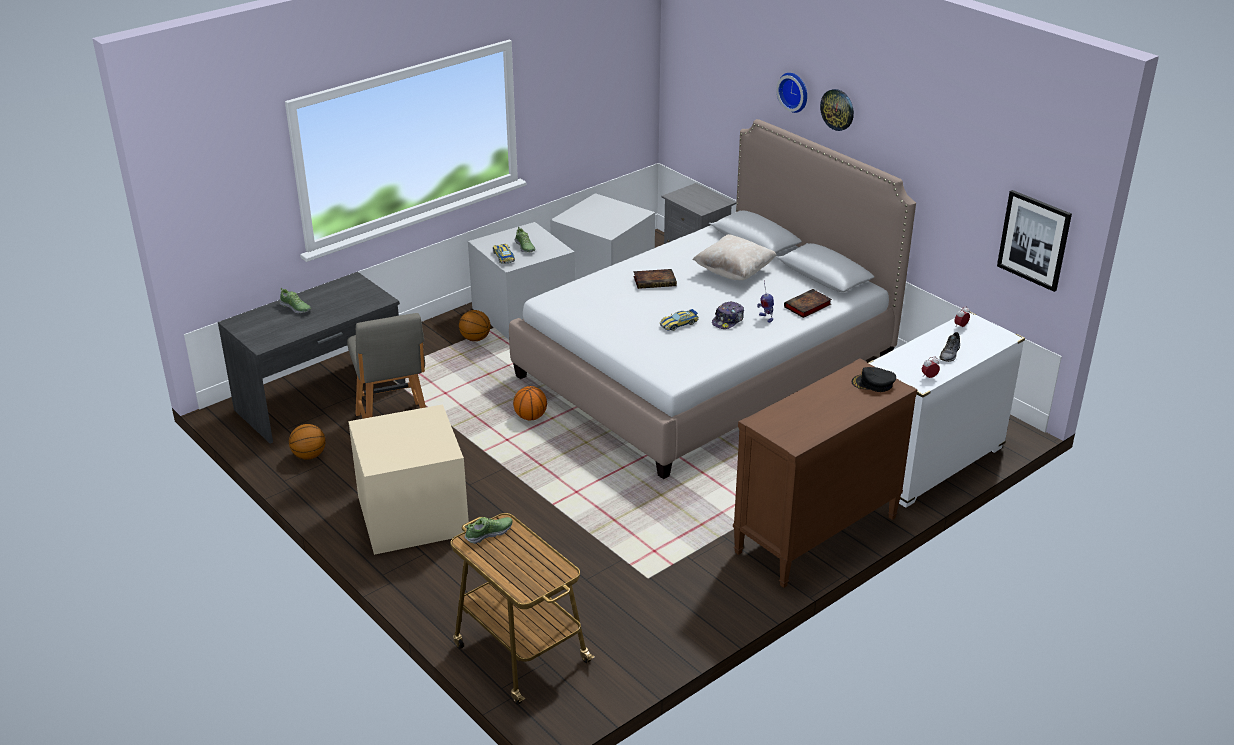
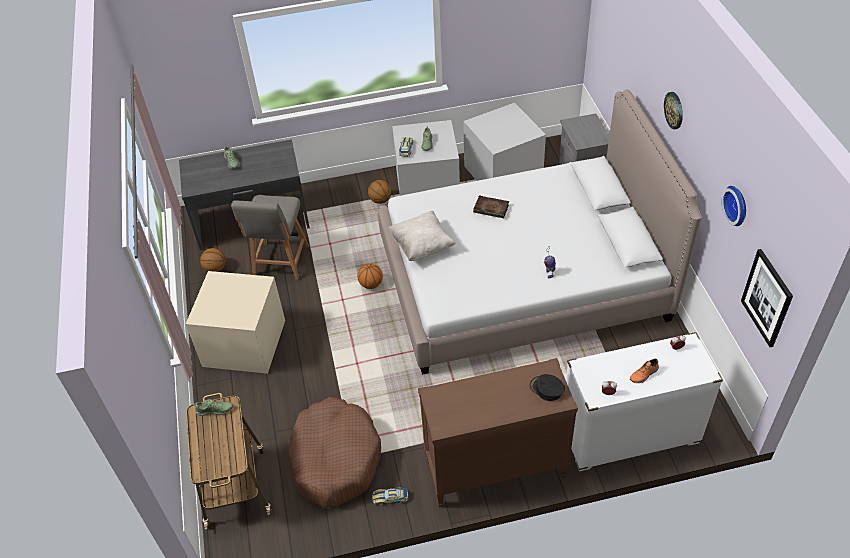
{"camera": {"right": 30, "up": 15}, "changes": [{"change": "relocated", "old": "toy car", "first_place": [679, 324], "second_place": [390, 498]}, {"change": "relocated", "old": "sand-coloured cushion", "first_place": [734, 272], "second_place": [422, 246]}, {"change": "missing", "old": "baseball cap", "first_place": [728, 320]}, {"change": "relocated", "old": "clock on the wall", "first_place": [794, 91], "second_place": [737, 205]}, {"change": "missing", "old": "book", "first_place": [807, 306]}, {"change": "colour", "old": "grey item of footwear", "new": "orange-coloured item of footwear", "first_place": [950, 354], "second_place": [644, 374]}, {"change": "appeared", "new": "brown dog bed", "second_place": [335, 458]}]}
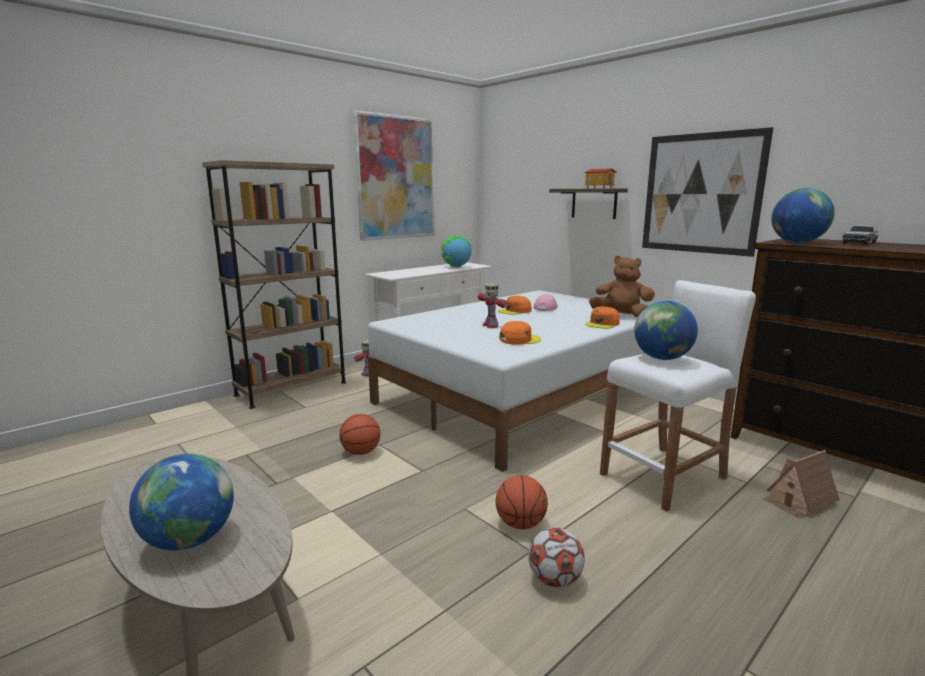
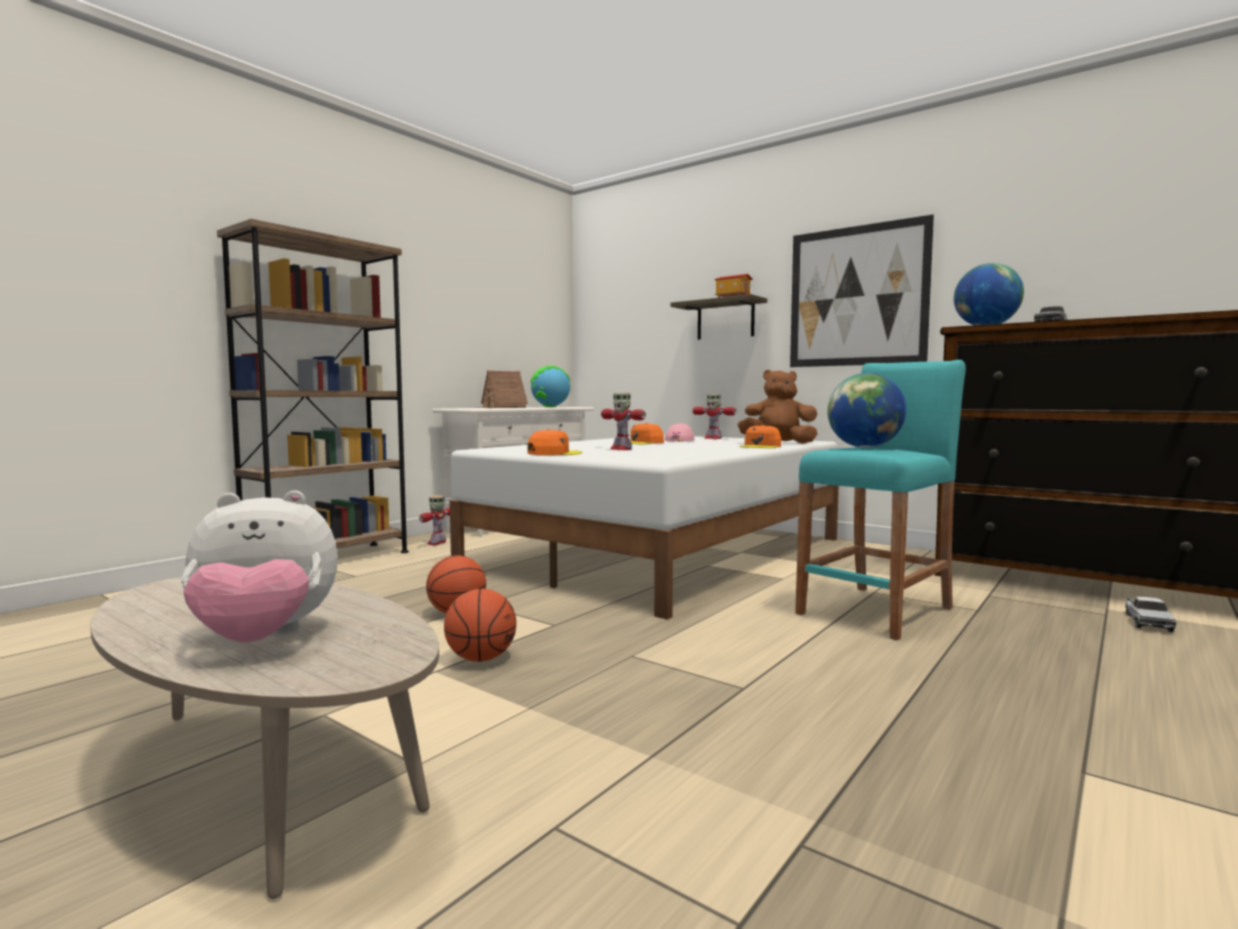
{"camera": {"right": -10, "up": -10}, "changes": [{"change": "exchanged", "old": "world globe", "new": "soft toy", "first_place": [190, 540], "second_place": [263, 640]}, {"change": "missing", "old": "wall picture", "first_place": [396, 178]}, {"change": "relocated", "old": "basketball", "first_place": [520, 524], "second_place": [480, 659]}, {"change": "relocated", "old": "orange-coloured baseball cap", "first_place": [519, 339], "second_place": [554, 453]}, {"change": "missing", "old": "ball for football", "first_place": [554, 579]}, {"change": "colour", "old": "whitish sitting stool", "new": "blue-green sitting stool", "first_place": [664, 476], "second_place": [876, 611]}, {"change": "relocated", "old": "miniature house", "first_place": [799, 501], "second_place": [502, 407]}, {"change": "appeared", "new": "robot figure", "second_place": [712, 438]}, {"change": "appeared", "new": "toy truck", "second_place": [1147, 622]}]}
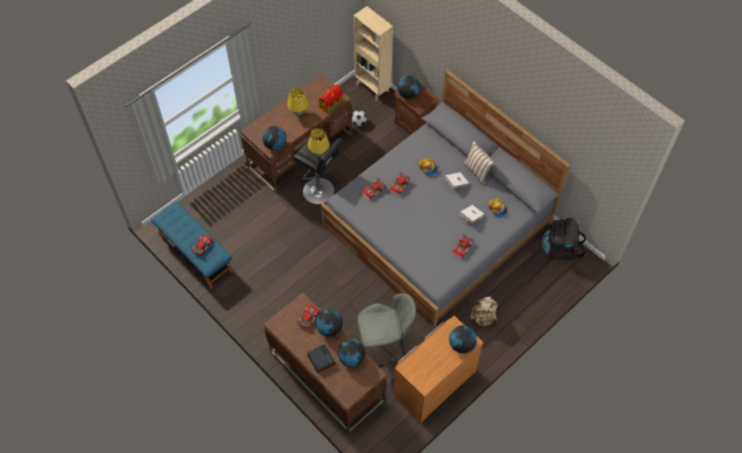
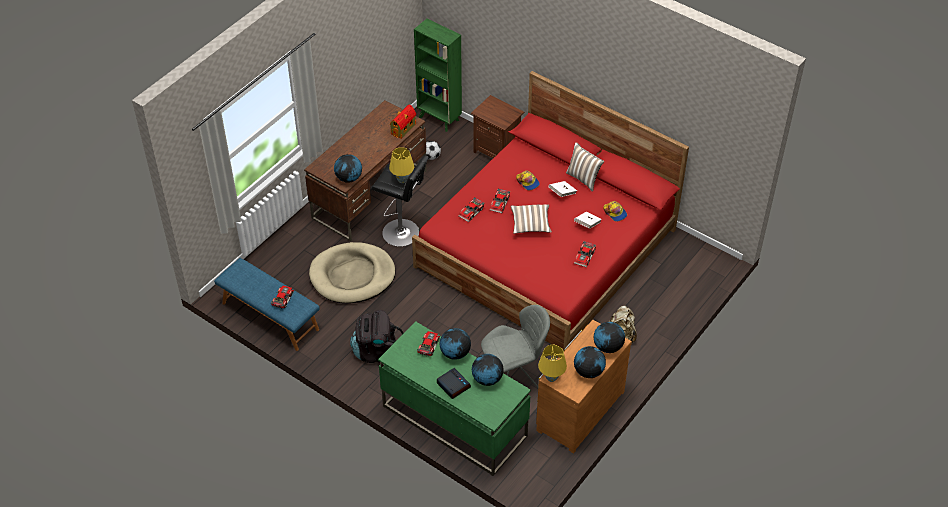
{"camera": {"right": -10, "up": -10}, "changes": [{"change": "colour", "old": "brown desk", "new": "green-coloured desk", "first_place": [326, 375], "second_place": [454, 421]}, {"change": "relocated", "old": "yellowish lamp for a table", "first_place": [299, 113], "second_place": [551, 378]}, {"change": "colour", "old": "grey sleeping bed", "new": "reddish sleeping bed", "first_place": [438, 223], "second_place": [546, 248]}, {"change": "colour", "old": "sand-coloured bookcase", "new": "green-coloured bookcase", "first_place": [372, 88], "second_place": [439, 119]}, {"change": "relocated", "old": "world globe", "first_place": [408, 94], "second_place": [588, 371]}, {"change": "relocated", "old": "blackish knapsack", "first_place": [560, 249], "second_place": [376, 351]}, {"change": "appeared", "new": "sand-coloured dog bed", "second_place": [352, 275]}, {"change": "appeared", "new": "cushion", "second_place": [530, 224]}]}
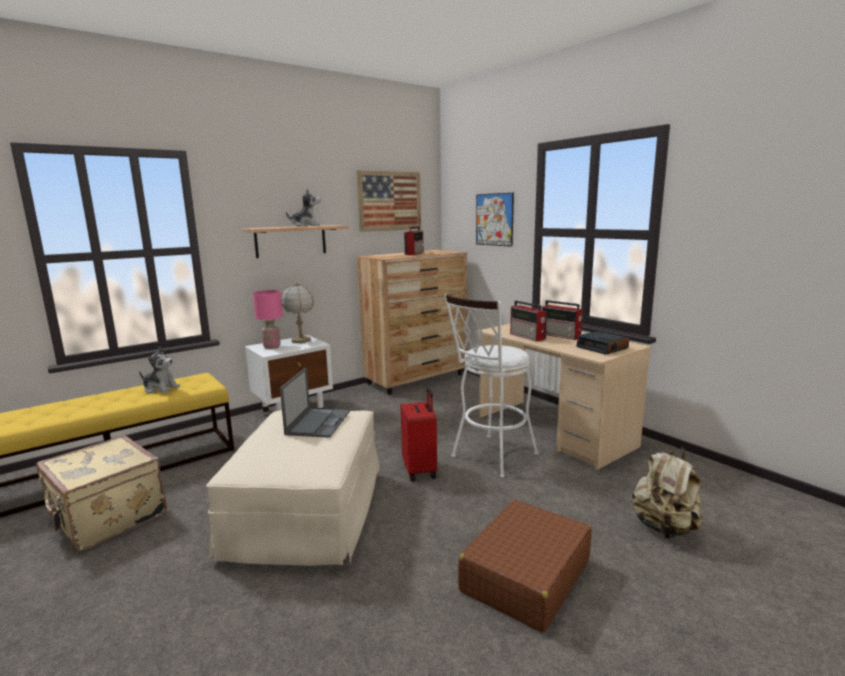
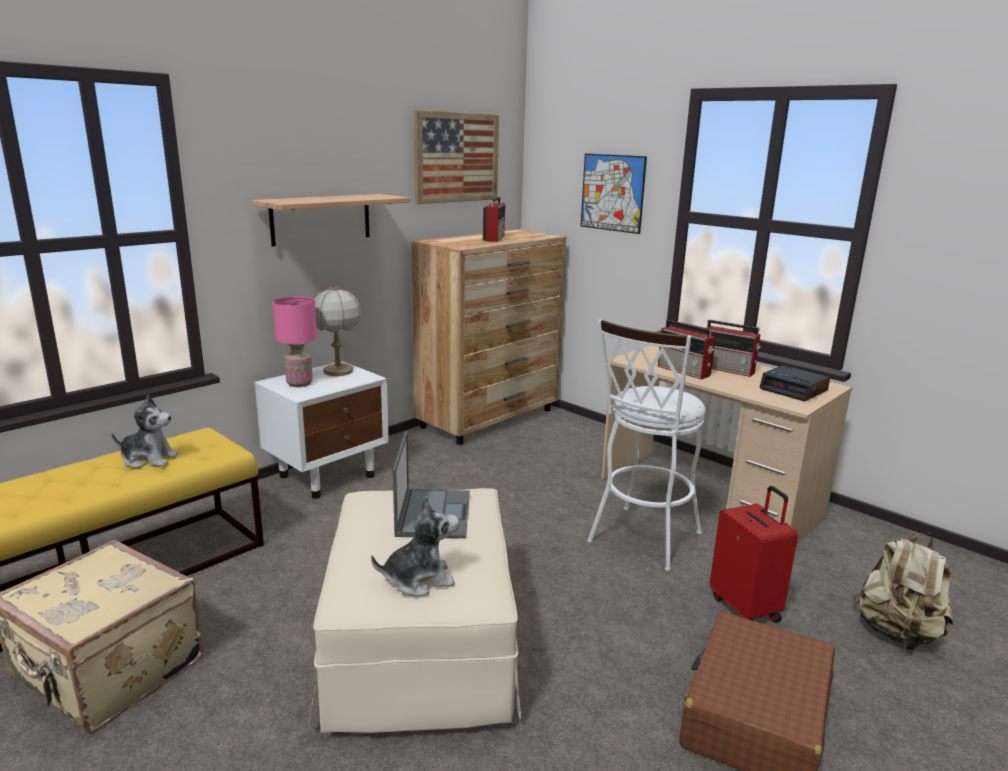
{"camera": {"right": -10, "up": 5}, "changes": [{"change": "relocated", "old": "soft toy", "first_place": [306, 226], "second_place": [419, 579]}, {"change": "relocated", "old": "reddish suitcase", "first_place": [420, 470], "second_place": [746, 608]}]}
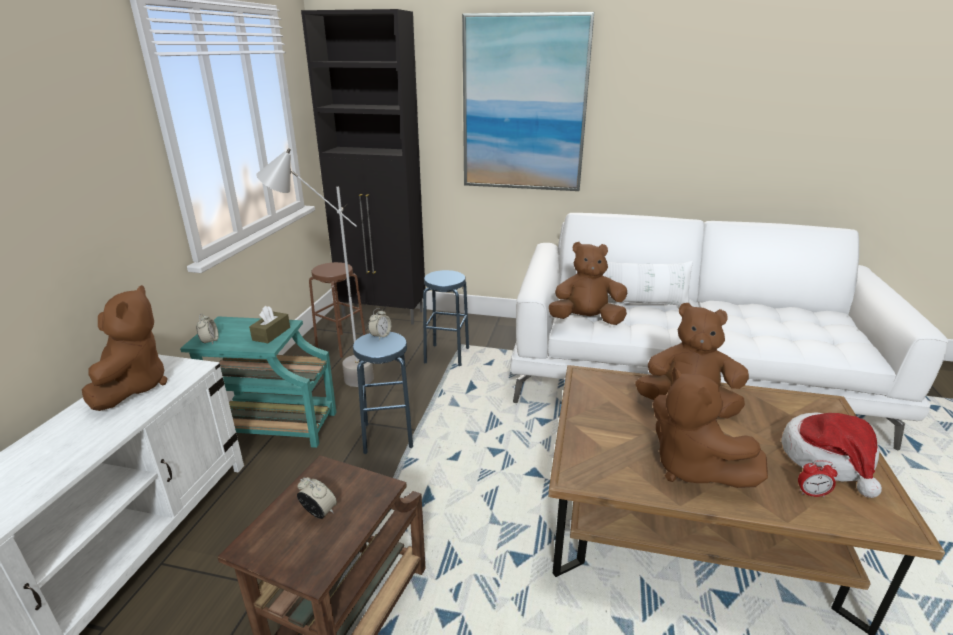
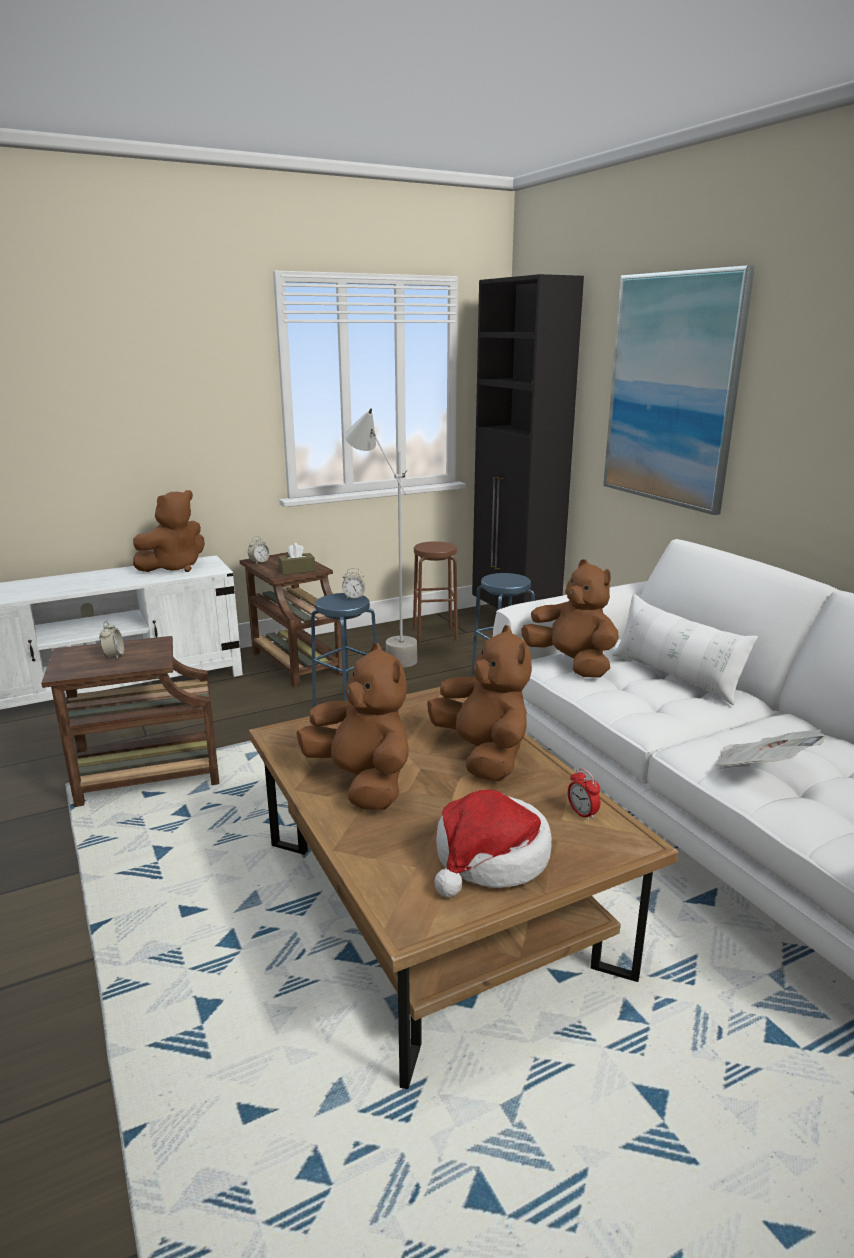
{"camera": {"right": 50, "up": -5}, "changes": [{"change": "colour", "old": "blue-green accent table", "new": "brown accent table", "first_place": [273, 426], "second_place": [295, 662]}, {"change": "spun", "old": "brown soft toy", "first_place": [691, 468], "second_place": [362, 782], "degrees": 120}, {"change": "relocated", "old": "alarm clock", "first_place": [811, 493], "second_place": [582, 813]}, {"change": "appeared", "new": "printed paper", "second_place": [762, 770]}]}
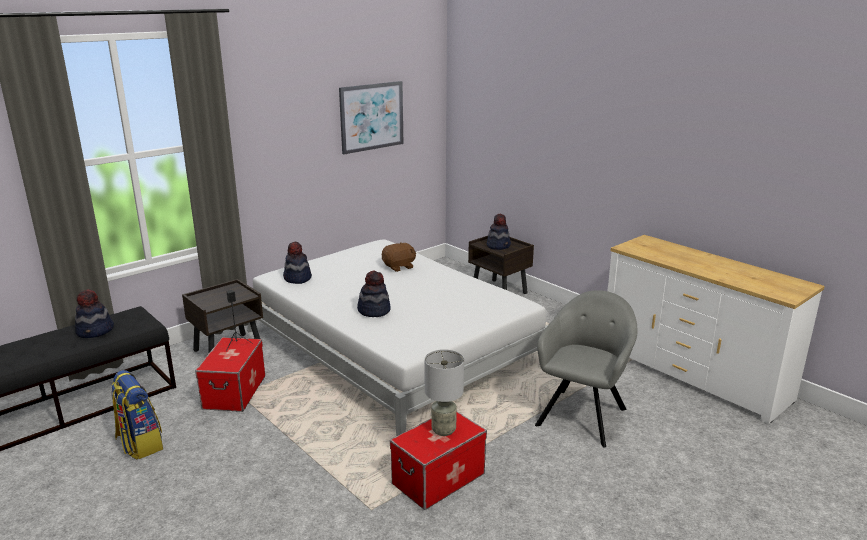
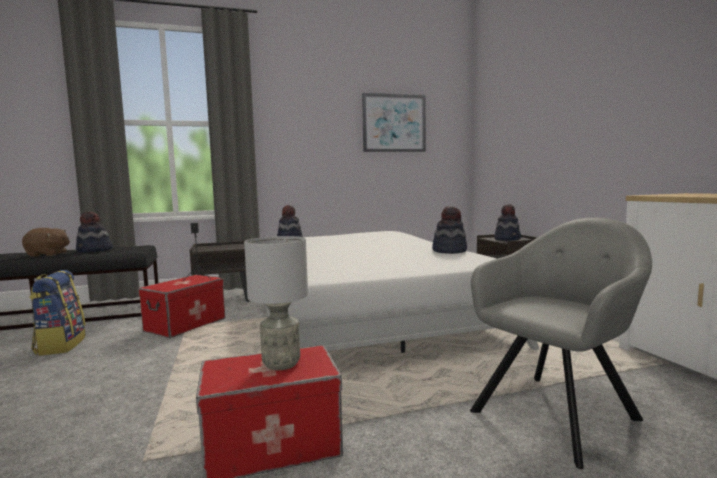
{"camera": {"right": 25, "up": -15}, "changes": [{"change": "relocated", "old": "clothing hat", "first_place": [374, 310], "second_place": [449, 251]}, {"change": "relocated", "old": "brown soft toy", "first_place": [399, 267], "second_place": [48, 254]}]}
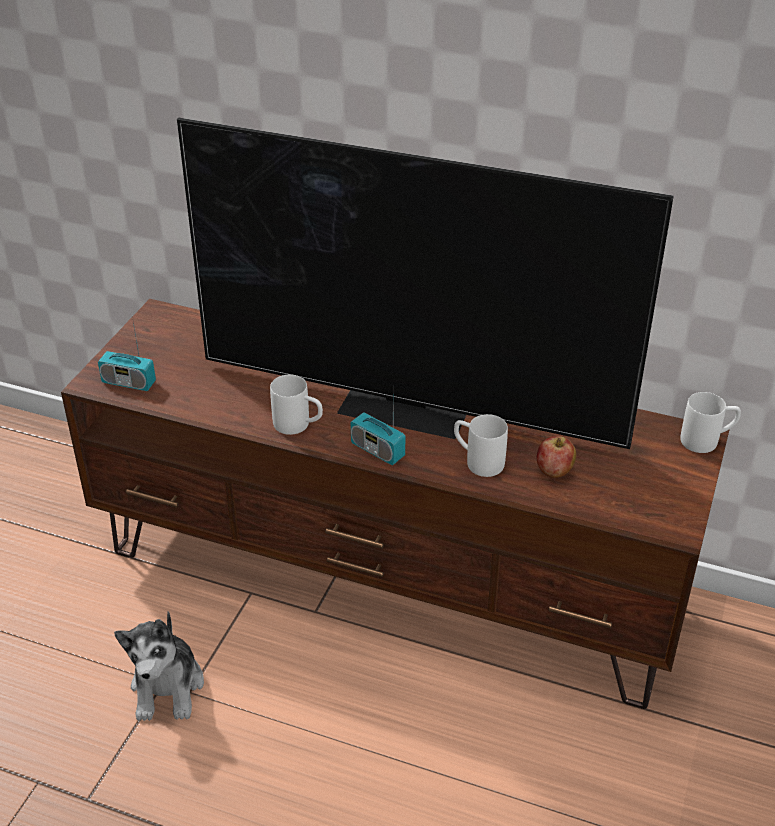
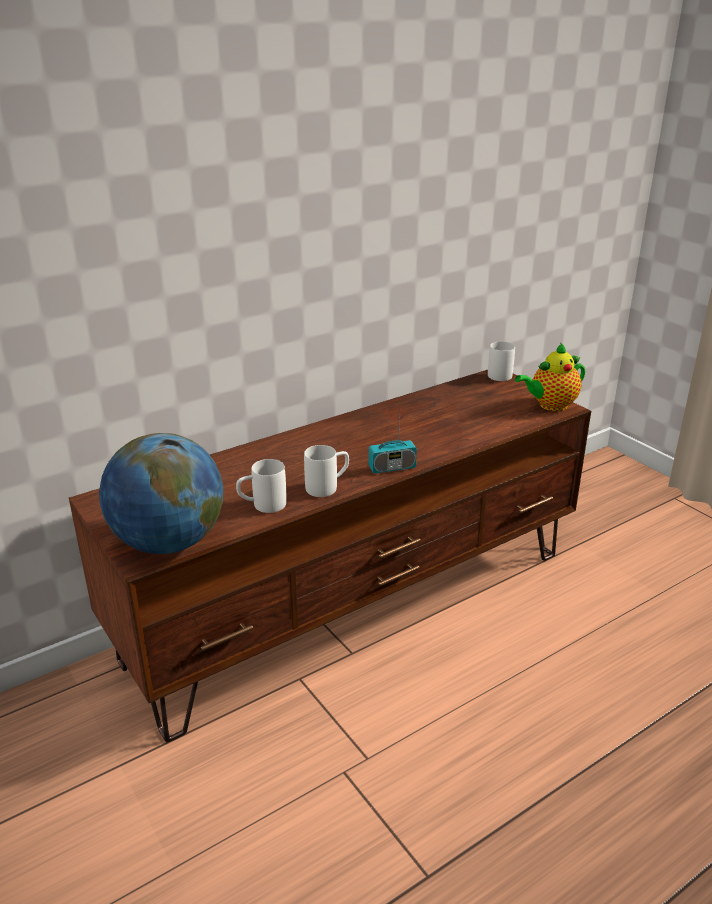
{"camera": {"right": -55, "up": -10}, "changes": [{"change": "exchanged", "old": "radio set", "new": "world globe", "first_place": [128, 382], "second_place": [169, 542]}, {"change": "missing", "old": "soft toy", "first_place": [168, 687]}, {"change": "missing", "old": "TV set", "first_place": [408, 405]}, {"change": "relocated", "old": "whitish tea mug", "first_place": [477, 461], "second_place": [262, 506]}, {"change": "missing", "old": "apple", "first_place": [554, 472]}, {"change": "appeared", "new": "tea pot", "second_place": [550, 405]}]}
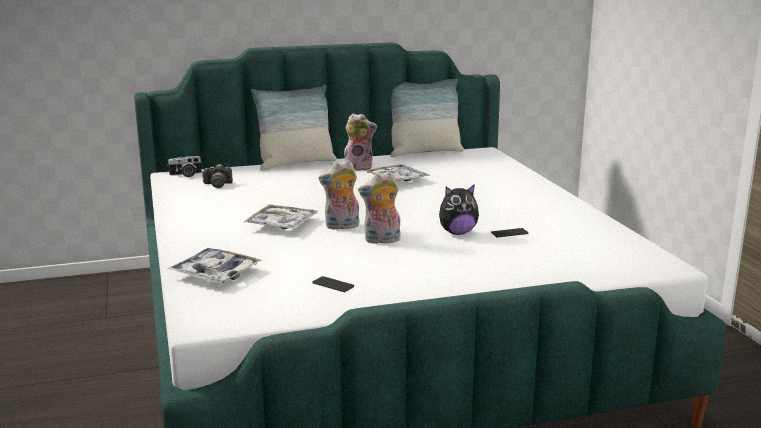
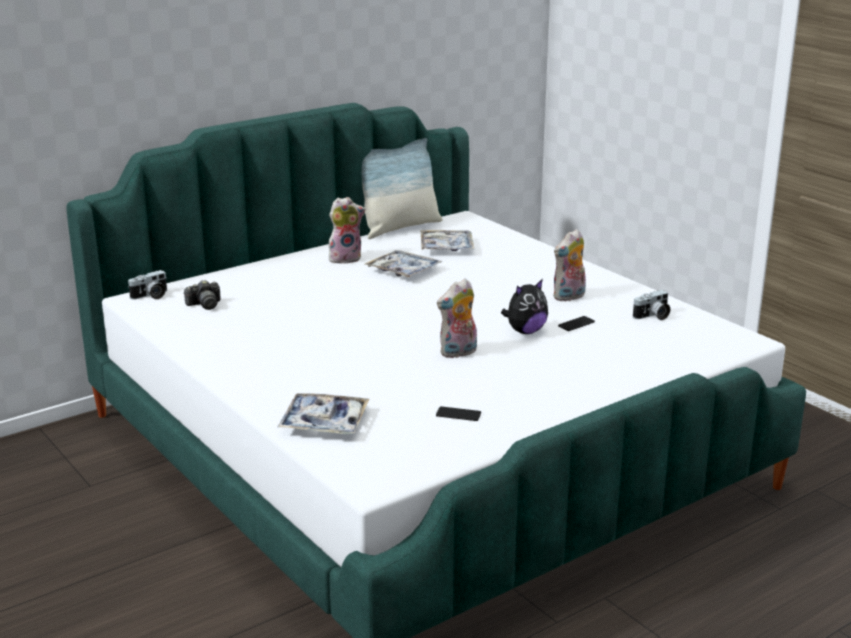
{"camera": {"right": -20, "up": 5}, "changes": [{"change": "relocated", "old": "serving tray", "first_place": [281, 224], "second_place": [446, 247]}, {"change": "missing", "old": "cushion", "first_place": [296, 163]}, {"change": "relocated", "old": "soft toy", "first_place": [341, 226], "second_place": [569, 297]}, {"change": "appeared", "new": "still camera", "second_place": [653, 316]}]}
